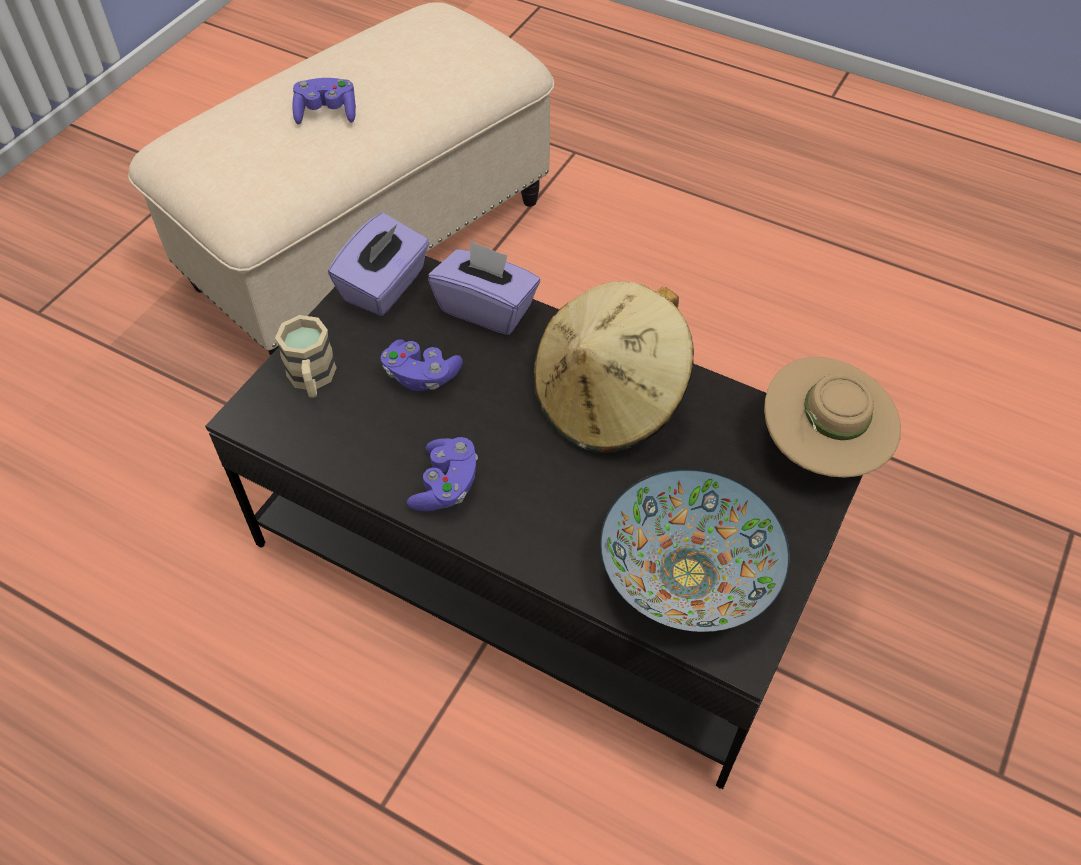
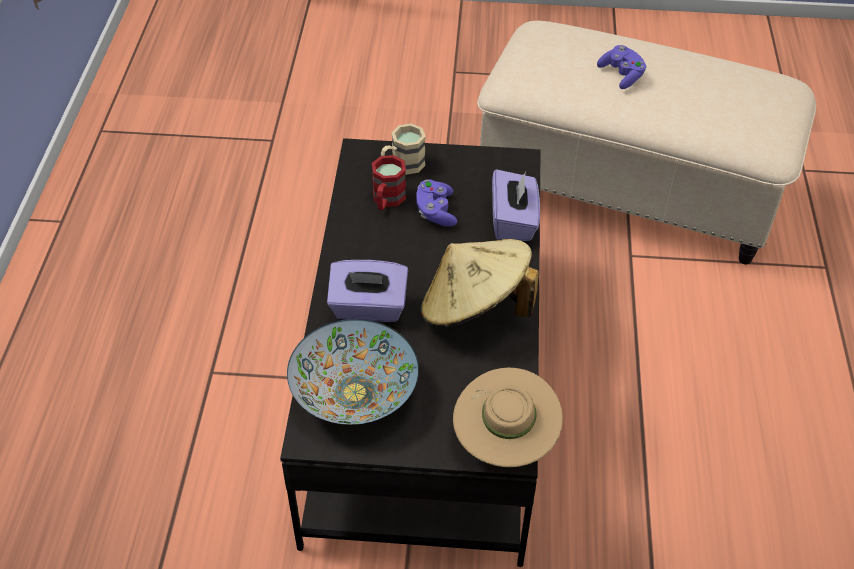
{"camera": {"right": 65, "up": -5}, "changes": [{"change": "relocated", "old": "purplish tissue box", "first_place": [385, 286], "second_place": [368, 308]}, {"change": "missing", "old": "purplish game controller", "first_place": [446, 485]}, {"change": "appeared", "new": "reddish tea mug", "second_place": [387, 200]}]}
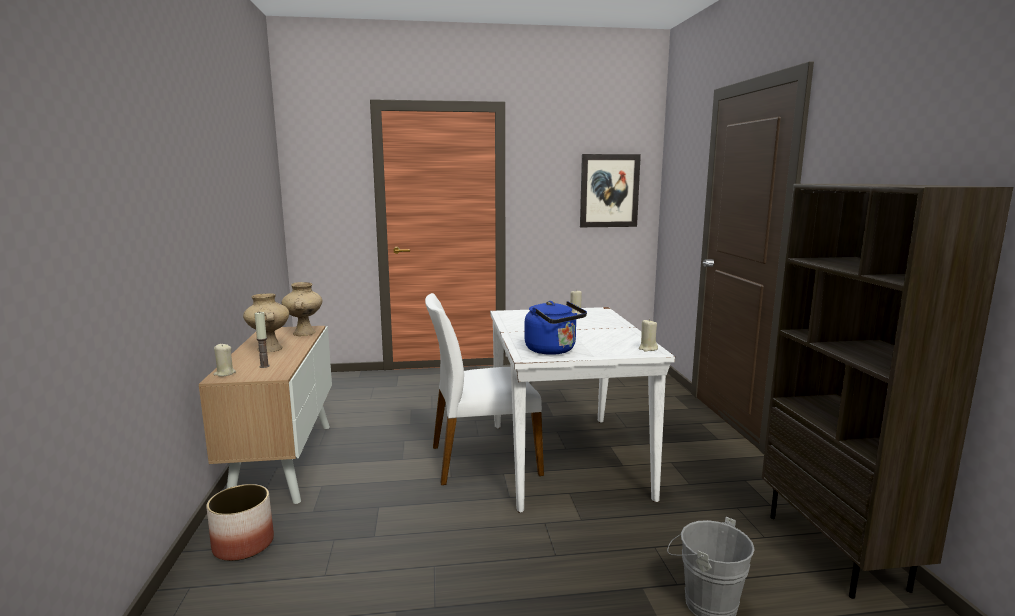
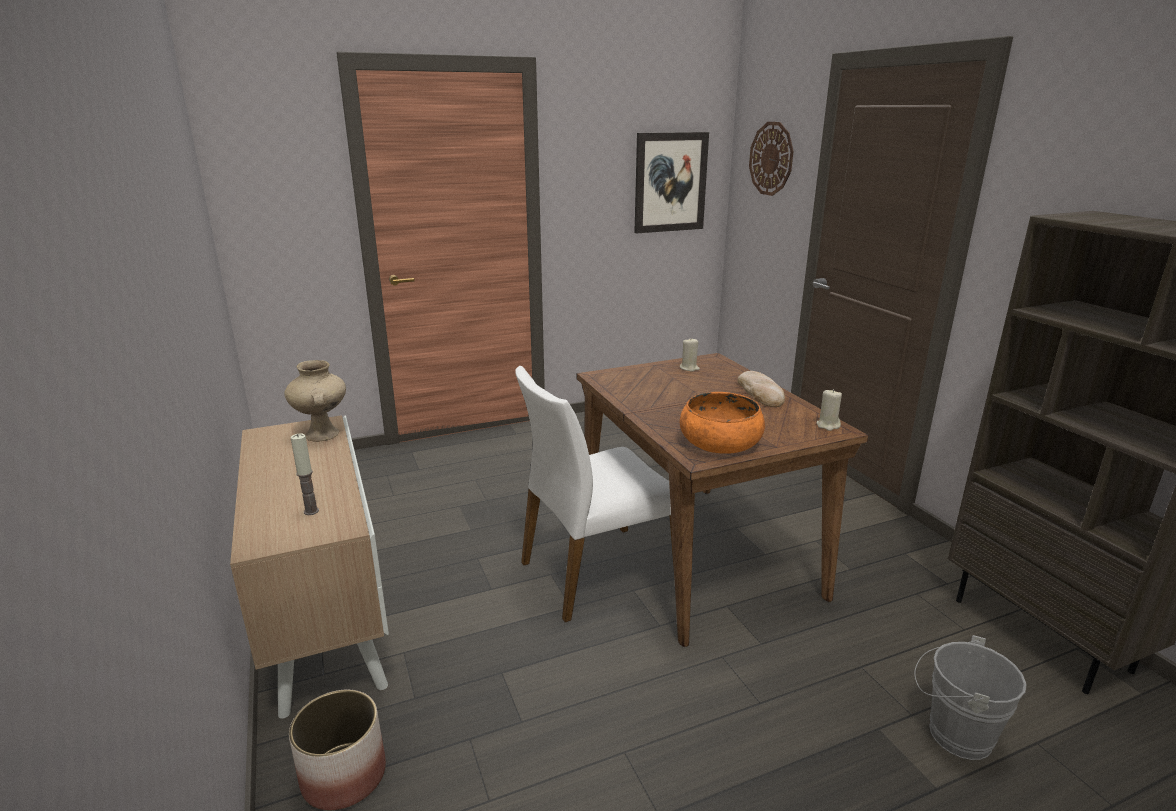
{"camera": {"right": -15, "up": 10}, "changes": [{"change": "missing", "old": "sand-coloured candle", "first_place": [225, 373]}, {"change": "missing", "old": "sand-coloured decorative vase", "first_place": [269, 348]}, {"change": "colour", "old": "whitish kitchen table", "new": "brown kitchen table", "first_place": [565, 458], "second_place": [695, 553]}, {"change": "exchanged", "old": "blue kettle", "new": "orange-coloured serving bowl", "first_place": [553, 350], "second_place": [720, 442]}, {"change": "appeared", "new": "bakery bread", "second_place": [761, 393]}, {"change": "appeared", "new": "clock on the wall", "second_place": [771, 158]}]}
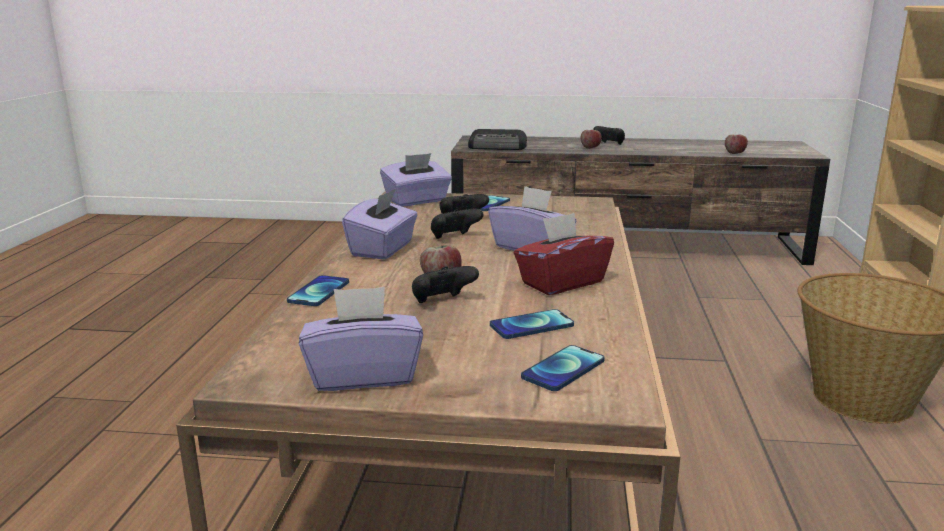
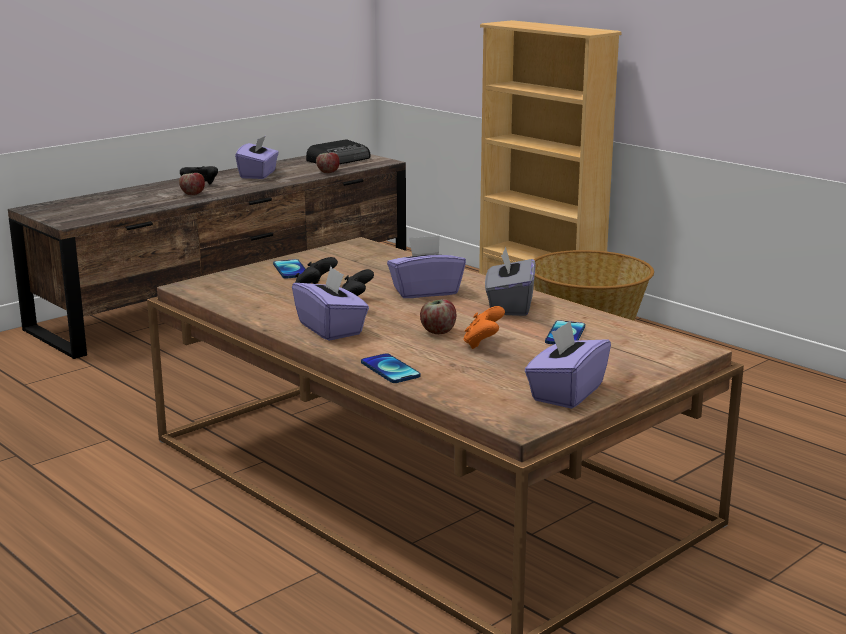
{"camera": {"right": -50, "up": 0}, "changes": [{"change": "relocated", "old": "purplish tissue box", "first_place": [417, 201], "second_place": [258, 175]}, {"change": "colour", "old": "blackish game controller", "new": "orange-coloured game controller", "first_place": [442, 302], "second_place": [483, 344]}, {"change": "relocated", "old": "radio set", "first_place": [498, 146], "second_place": [339, 160]}, {"change": "colour", "old": "reddish tissue box", "new": "grey tissue box", "first_place": [561, 283], "second_place": [509, 306]}, {"change": "missing", "old": "telephone", "first_place": [563, 369]}]}
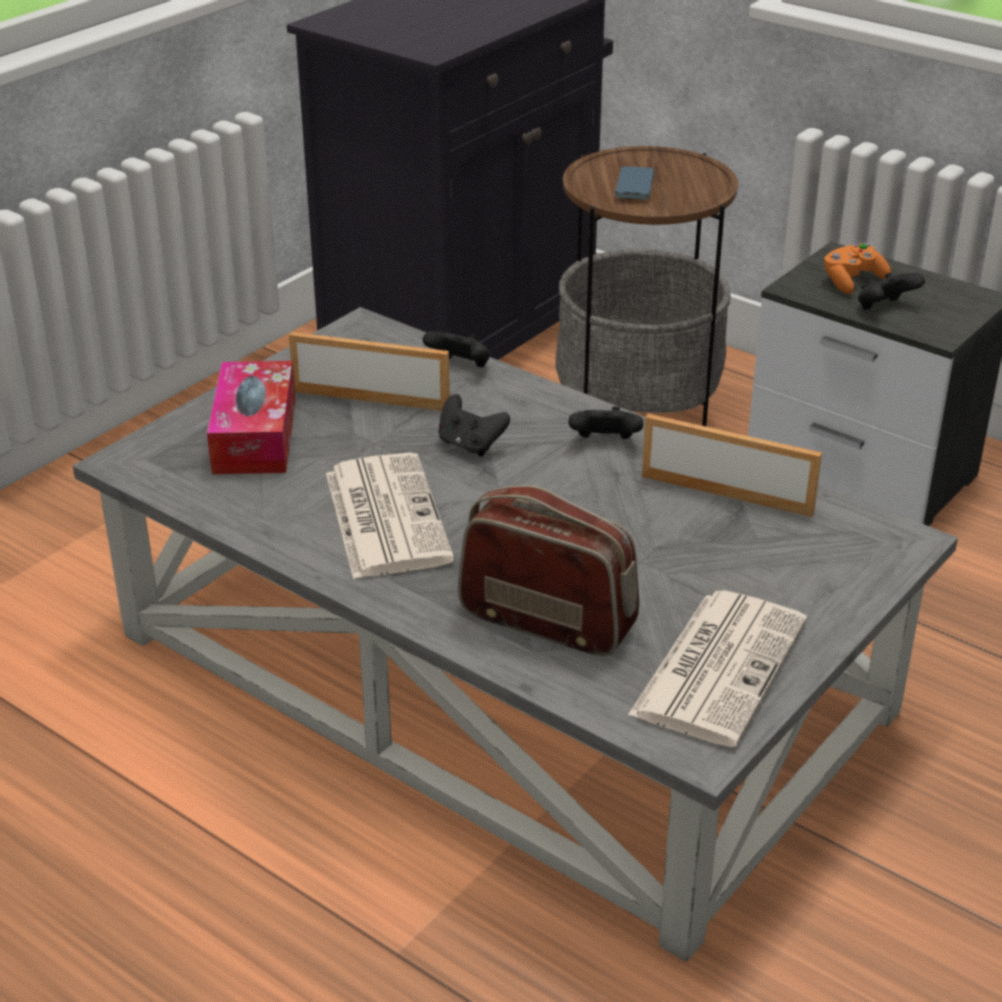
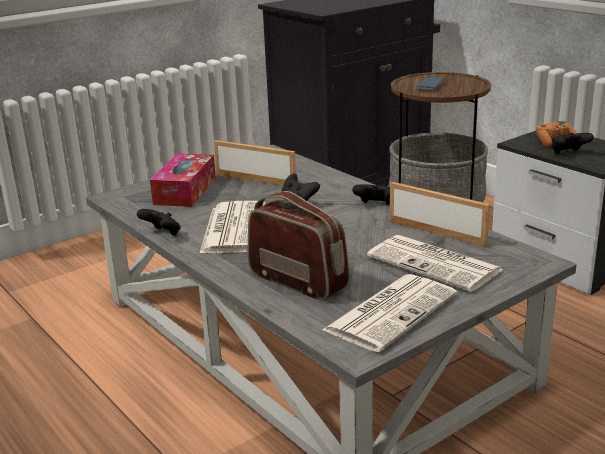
{"camera": {"right": 15, "up": -10}, "changes": [{"change": "relocated", "old": "blackish game controller", "first_place": [460, 367], "second_place": [162, 234]}, {"change": "appeared", "new": "printed paper", "second_place": [436, 264]}]}
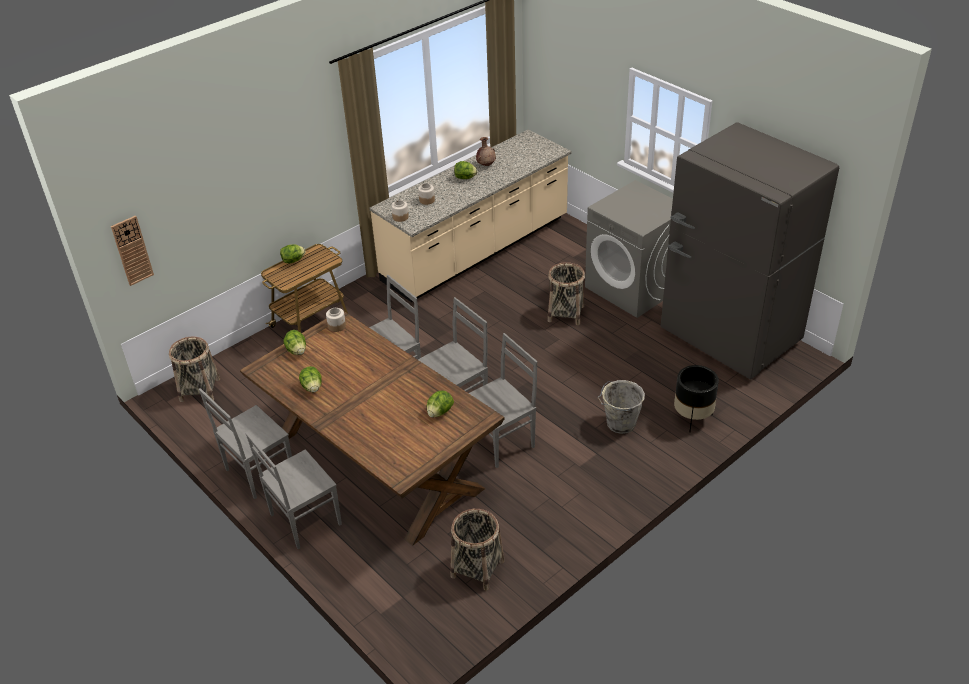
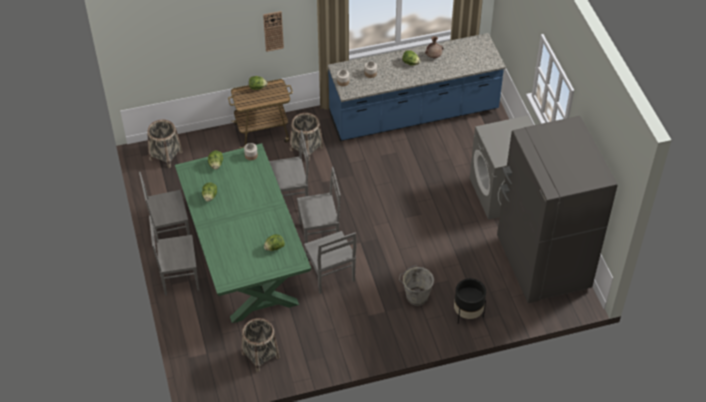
{"camera": {"right": 25, "up": 10}, "changes": [{"change": "relocated", "old": "clock on the wall", "first_place": [132, 250], "second_place": [273, 31]}, {"change": "colour", "old": "brown kitchen table", "new": "green-coloured kitchen table", "first_place": [377, 461], "second_place": [244, 256]}, {"change": "colour", "old": "sand-coloured kitchen base unit", "new": "blue kitchen base unit", "first_place": [477, 250], "second_place": [414, 114]}, {"change": "spun", "old": "grey upright chair", "first_place": [502, 441], "second_place": [331, 276], "degrees": 75}, {"change": "relocated", "old": "household basket", "first_place": [565, 313], "second_place": [306, 148]}]}
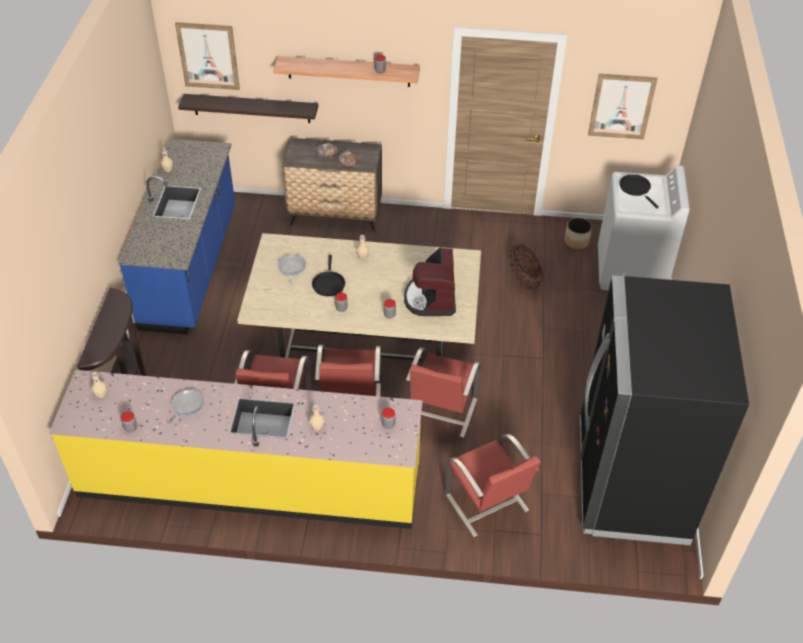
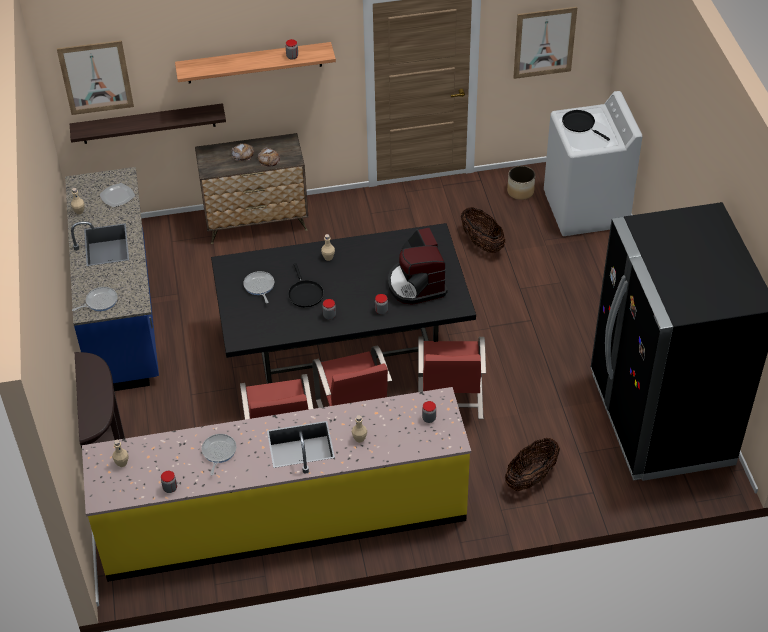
{"camera": {"right": -15, "up": 0}, "changes": [{"change": "colour", "old": "sand-coloured kitchen table", "new": "blackish kitchen table", "first_place": [364, 344], "second_place": [343, 350]}, {"change": "exchanged", "old": "reddish upright chair", "new": "household basket", "first_place": [487, 504], "second_place": [531, 477]}, {"change": "appeared", "new": "skillet", "second_place": [100, 301]}, {"change": "appeared", "new": "plate", "second_place": [117, 196]}]}
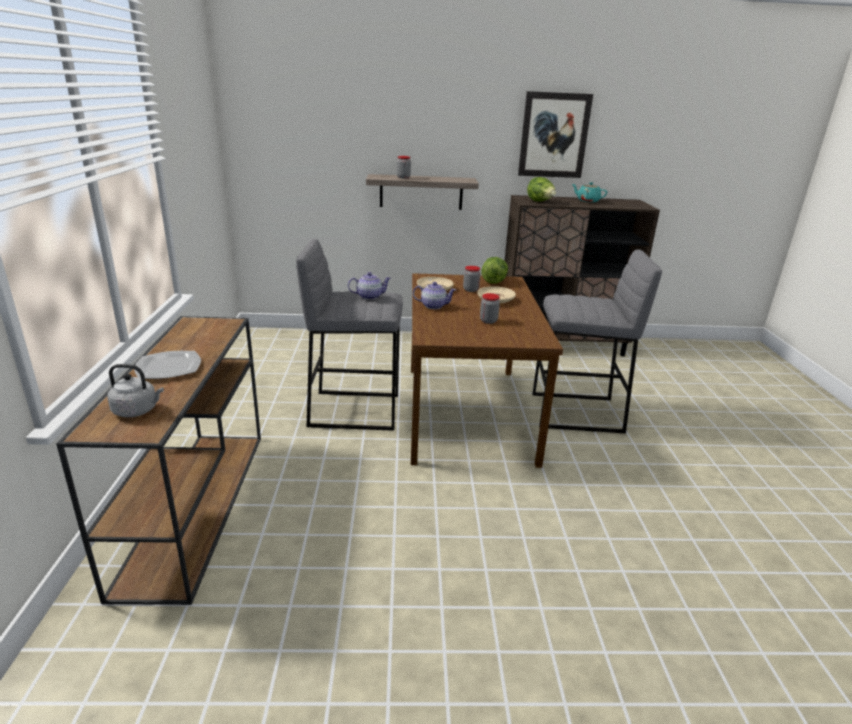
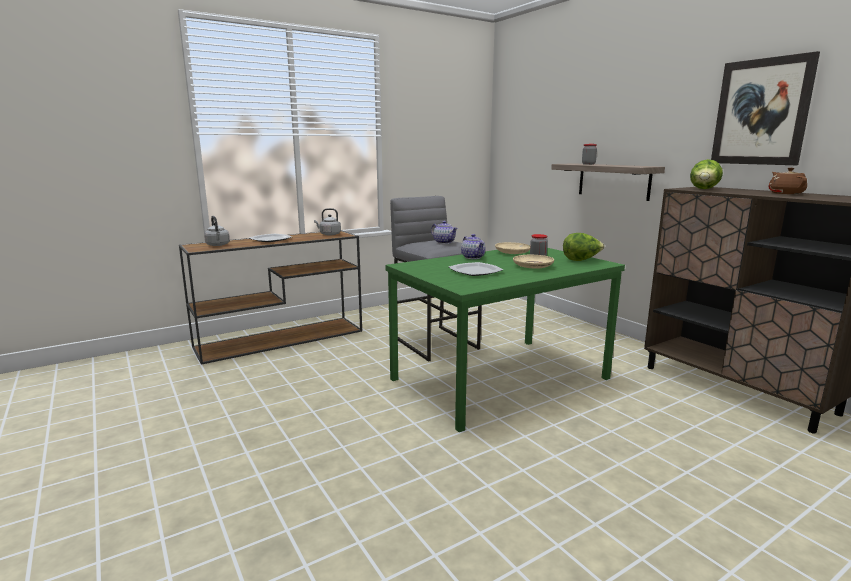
{"camera": {"right": 60, "up": -10}, "changes": [{"change": "colour", "old": "brown kitchen table", "new": "green-coloured kitchen table", "first_place": [466, 411], "second_place": [500, 378]}, {"change": "exchanged", "old": "storage jar", "new": "plate", "first_place": [488, 321], "second_place": [475, 271]}, {"change": "missing", "old": "grey sitting stool", "first_place": [576, 413]}, {"change": "colour", "old": "blue-green tea pot", "new": "brown tea pot", "first_place": [587, 201], "second_place": [785, 193]}, {"change": "appeared", "new": "grey kettle", "second_place": [329, 234]}]}
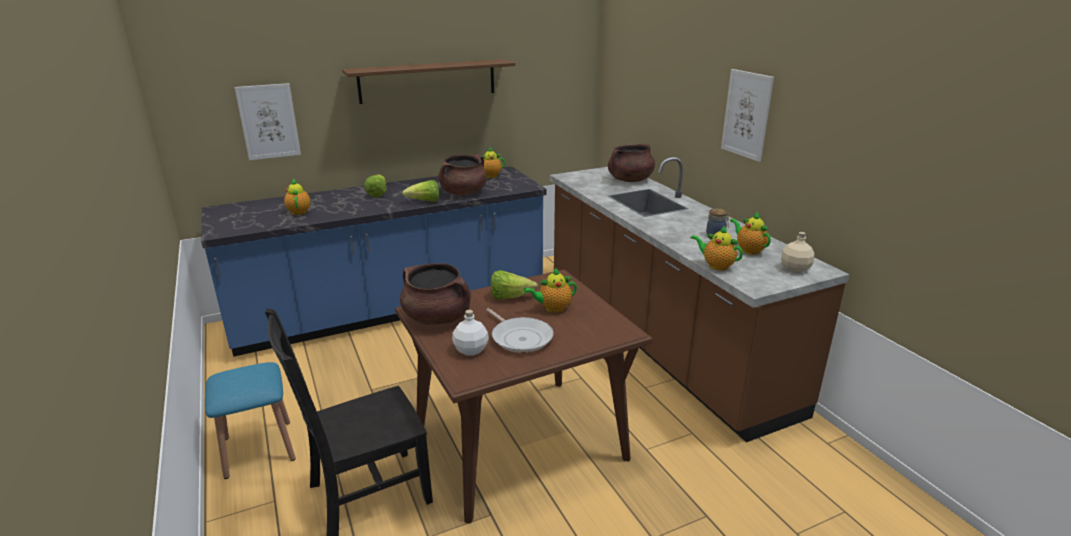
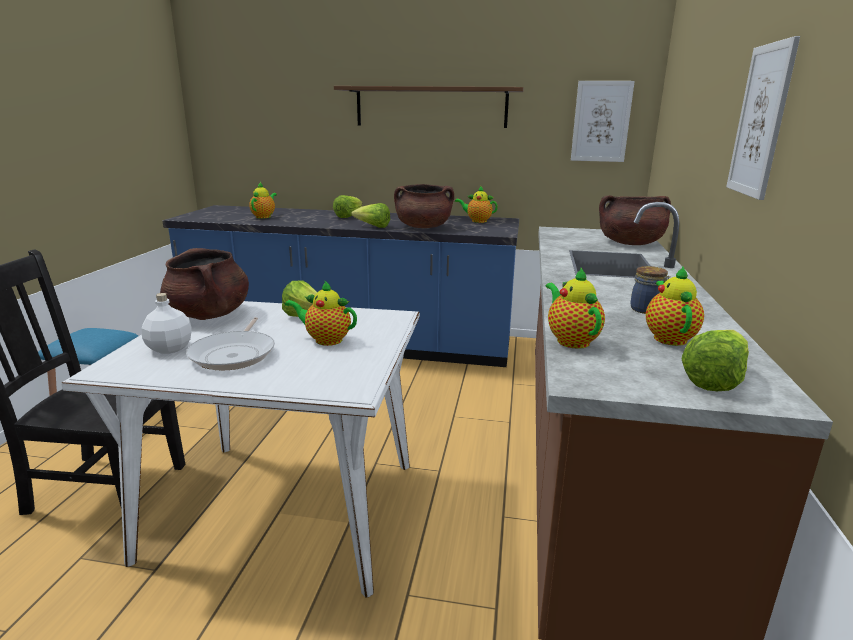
{"camera": {"right": 35, "up": -5}, "changes": [{"change": "relocated", "old": "wall picture", "first_place": [269, 121], "second_place": [601, 121]}, {"change": "colour", "old": "brown kitchen table", "new": "whitish kitchen table", "first_place": [520, 442], "second_place": [285, 509]}, {"change": "exchanged", "old": "sand-coloured bottle", "new": "head of lettuce", "first_place": [794, 268], "second_place": [713, 380]}]}
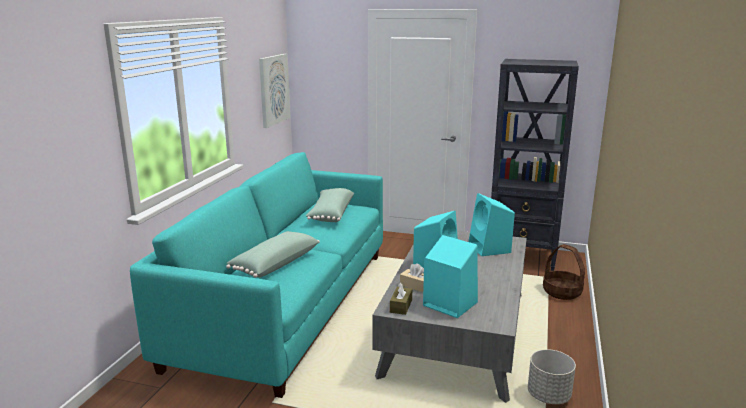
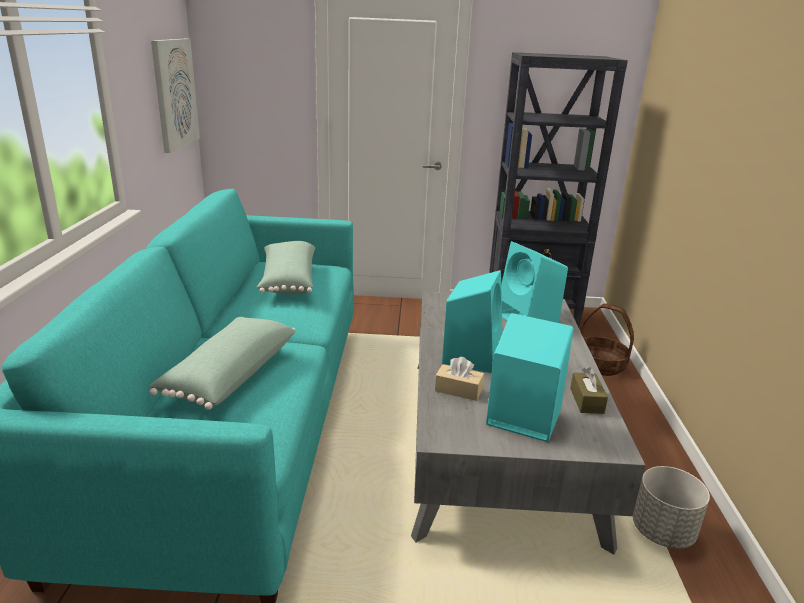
{"camera": {"right": -15, "up": 5}, "changes": [{"change": "relocated", "old": "brown tissue box", "first_place": [401, 306], "second_place": [586, 400]}]}
